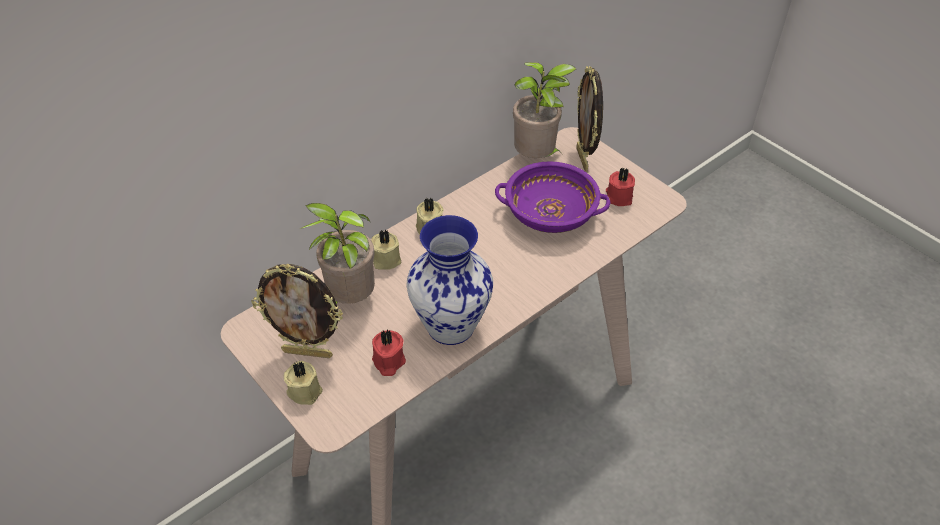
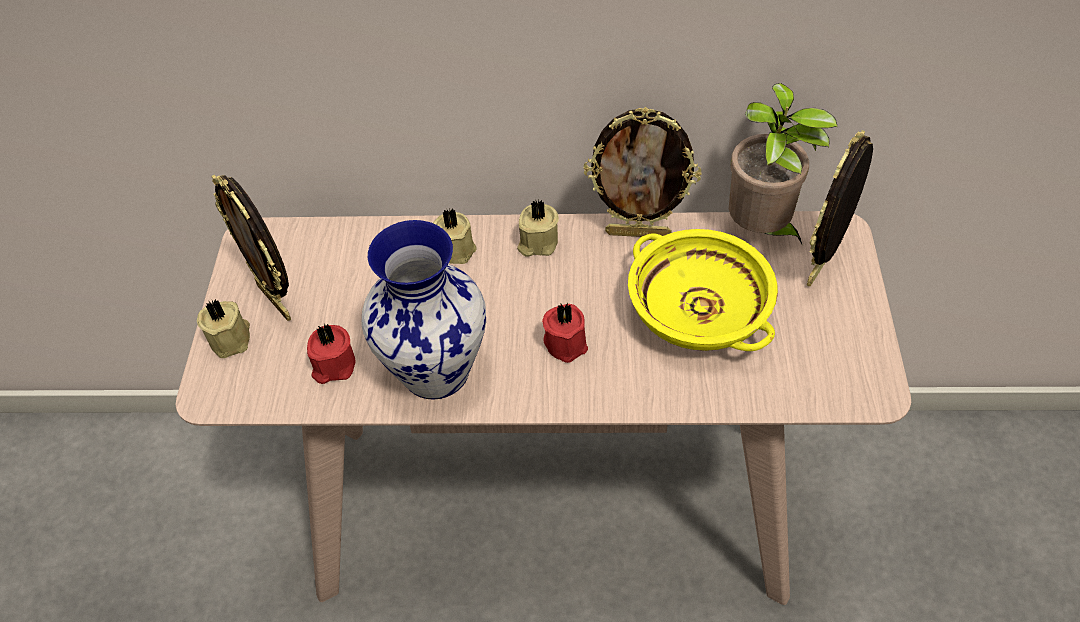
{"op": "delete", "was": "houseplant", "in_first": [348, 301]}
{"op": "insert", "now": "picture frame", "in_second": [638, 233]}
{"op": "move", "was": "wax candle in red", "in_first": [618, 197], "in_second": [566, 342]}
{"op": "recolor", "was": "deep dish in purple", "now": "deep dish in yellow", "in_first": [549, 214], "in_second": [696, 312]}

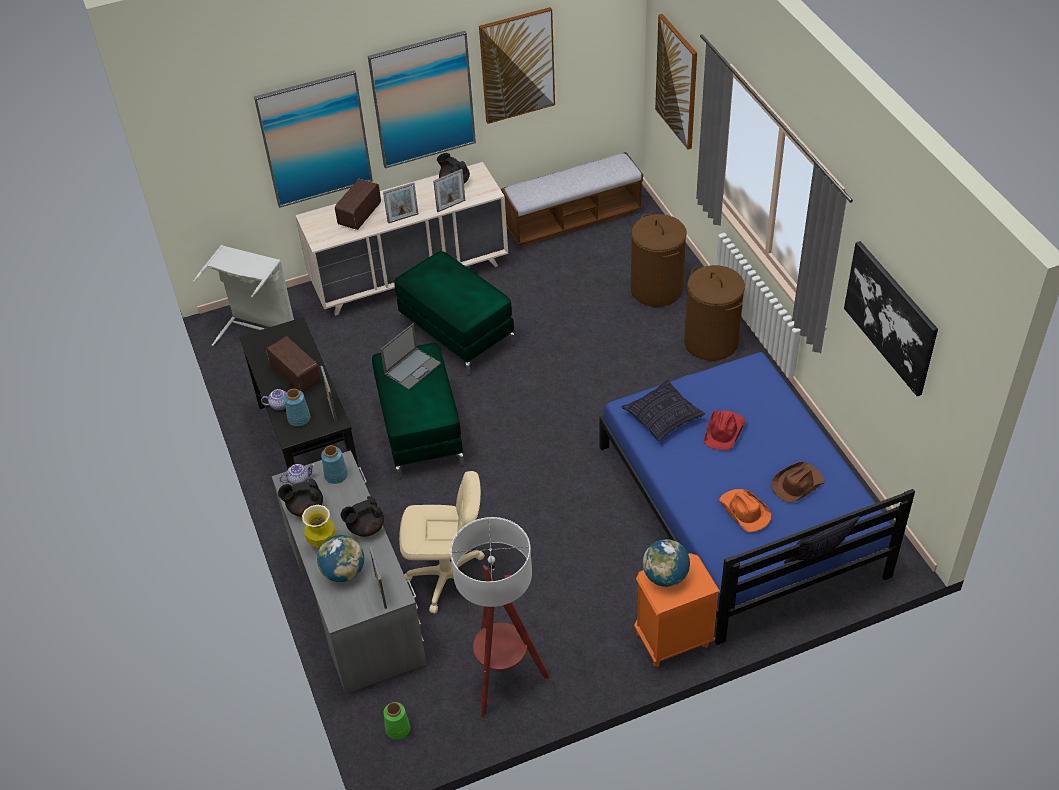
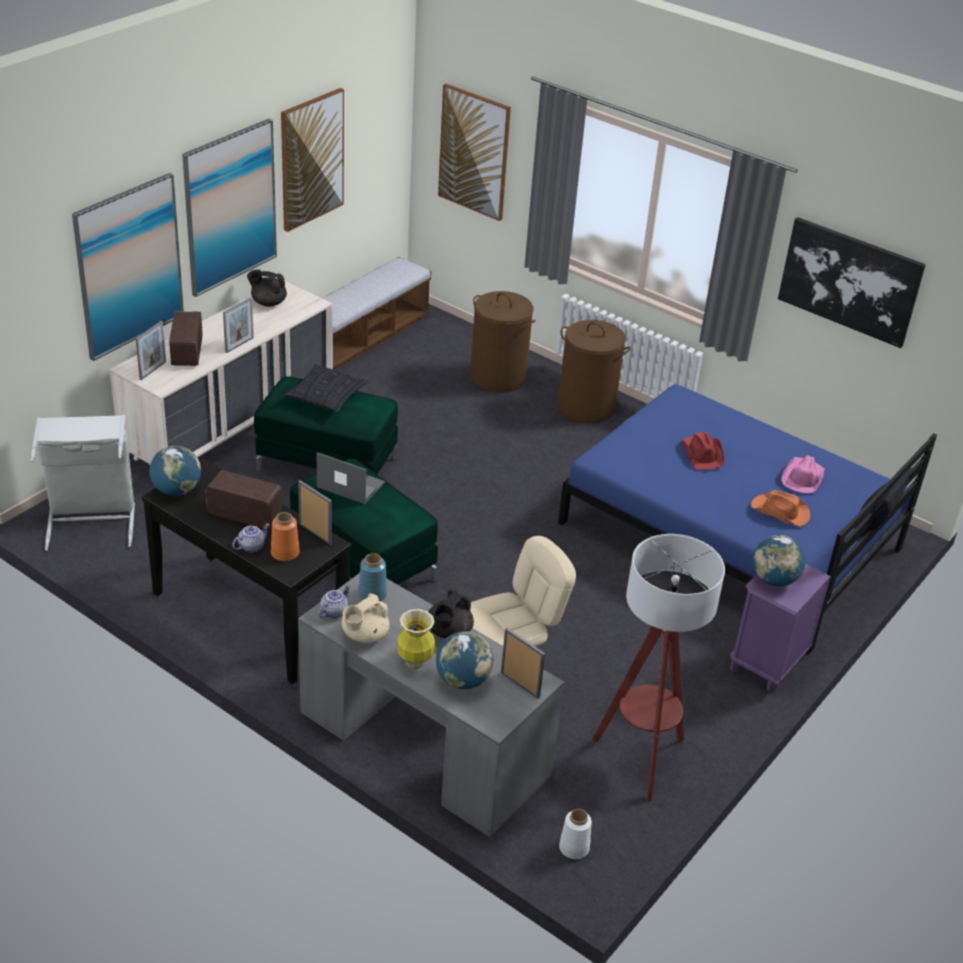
{"op": "insert", "now": "desk globe", "in_second": [176, 490]}
{"op": "move", "was": "picture frame", "in_first": [451, 206], "in_second": [153, 370]}
{"op": "move", "was": "cushion", "in_first": [662, 417], "in_second": [326, 397]}
{"op": "recolor", "was": "pot for tea in black-coloured", "now": "pot for tea in beige-coloured", "in_first": [305, 508], "in_second": [364, 635]}
{"op": "recolor", "was": "flower vase in blue-coloured", "now": "flower vase in orangey", "in_first": [299, 418], "in_second": [285, 552]}
{"op": "recolor", "was": "flower vase in green-coloured", "now": "flower vase in white-coloured", "in_first": [397, 729], "in_second": [574, 848]}
{"op": "recolor", "was": "nightstand in orangey", "now": "nightstand in purple", "in_first": [672, 640], "in_second": [767, 664]}
{"op": "recolor", "was": "clothing hat in brown", "now": "clothing hat in pink", "in_first": [796, 484], "in_second": [802, 477]}
{"op": "rotate", "was": "laptop", "in_first": [413, 368], "in_second": [350, 485], "clockwise": -75}

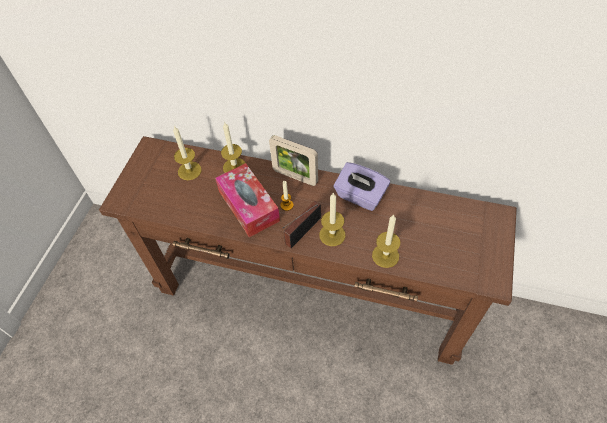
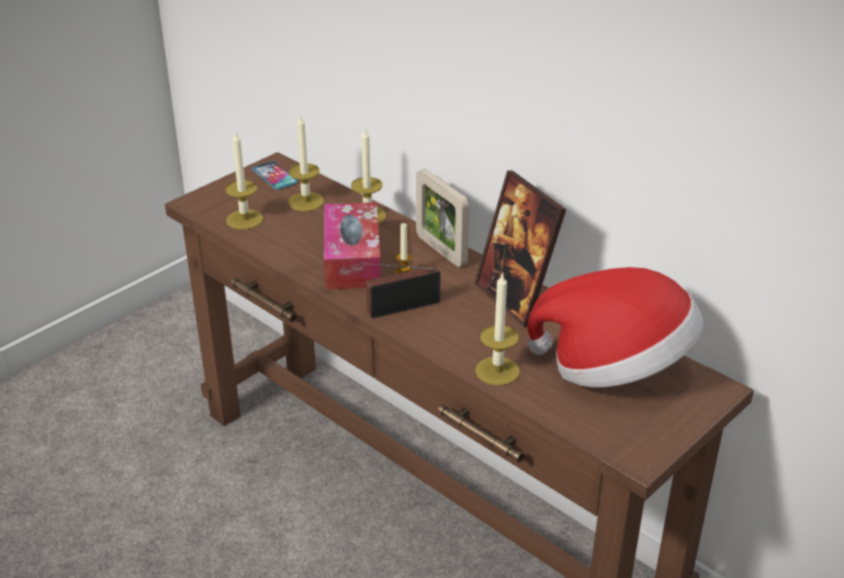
{"op": "insert", "now": "handset", "in_second": [275, 176]}
{"op": "insert", "now": "clothing hat", "in_second": [615, 367]}
{"op": "move", "was": "wax candle", "in_first": [332, 235], "in_second": [244, 219]}
{"op": "replace", "was": "box of tissues in purple", "now": "picture frame", "in_first": [360, 196], "in_second": [515, 299]}

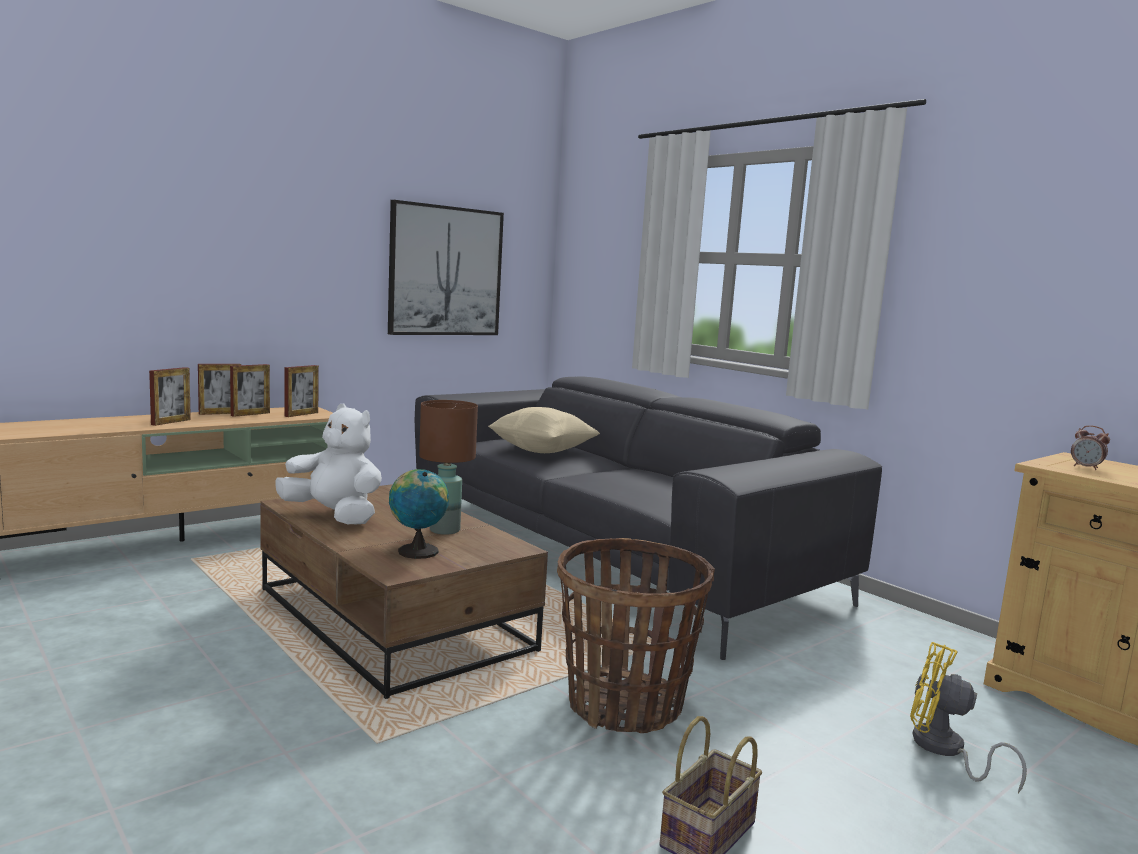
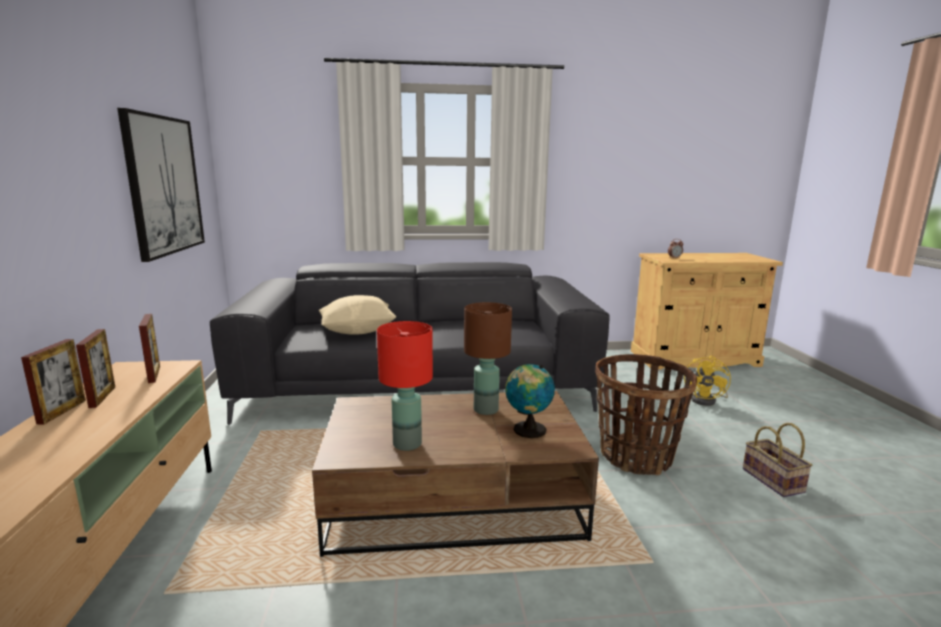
{"op": "delete", "was": "picture frame", "in_first": [171, 422]}
{"op": "replace", "was": "soft toy in white-coloured", "now": "tabletop lamp in red", "in_first": [334, 516], "in_second": [407, 443]}
{"op": "rotate", "was": "fan in yellow", "in_first": [944, 750], "in_second": [707, 400], "clockwise": -45}

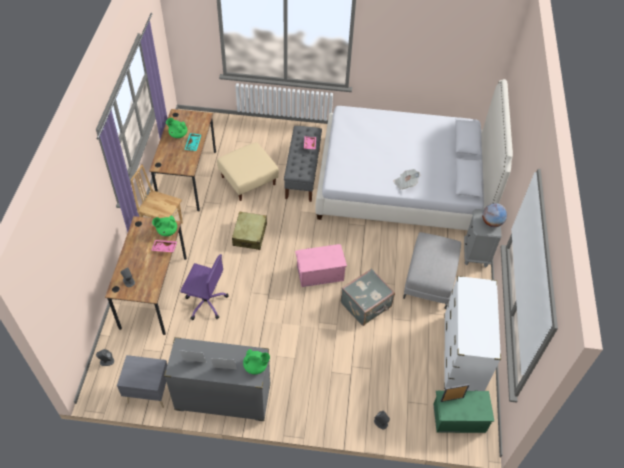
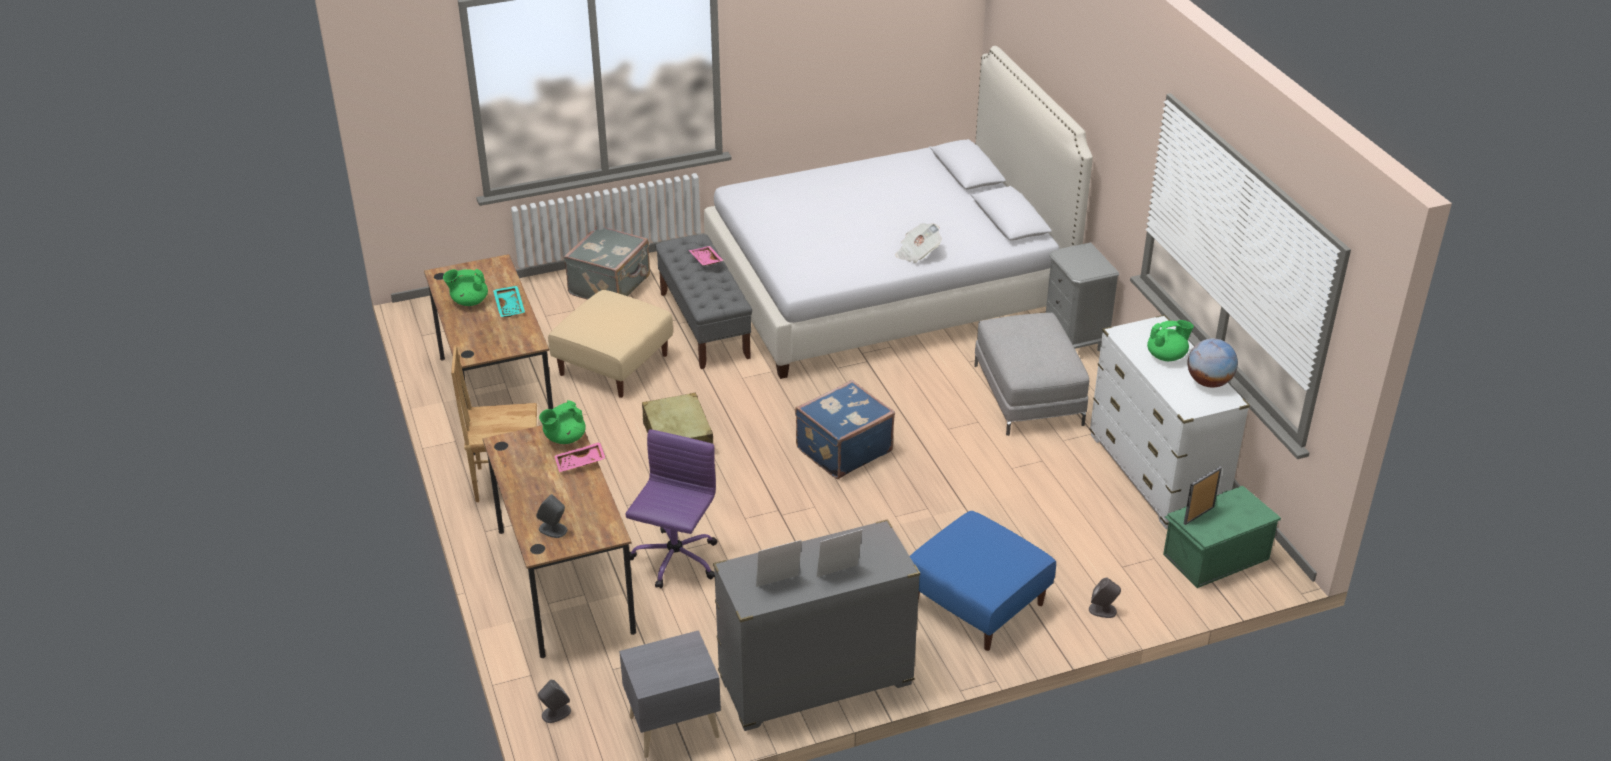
{"op": "insert", "now": "ottoman in blue-coloured", "in_second": [978, 603]}
{"op": "move", "was": "pot for tea in green-coloured", "in_first": [256, 366], "in_second": [1167, 356]}
{"op": "move", "was": "travel case in gray", "in_first": [366, 305], "in_second": [611, 285]}
{"op": "move", "was": "desk globe", "in_first": [491, 222], "in_second": [1208, 382]}
{"op": "replace", "was": "storage box in pink", "now": "travel case in blue-coloured", "in_first": [319, 272], "in_second": [842, 449]}
{"op": "rotate", "was": "computer chair in purple", "in_first": [205, 302], "in_second": [674, 560], "clockwise": -60}

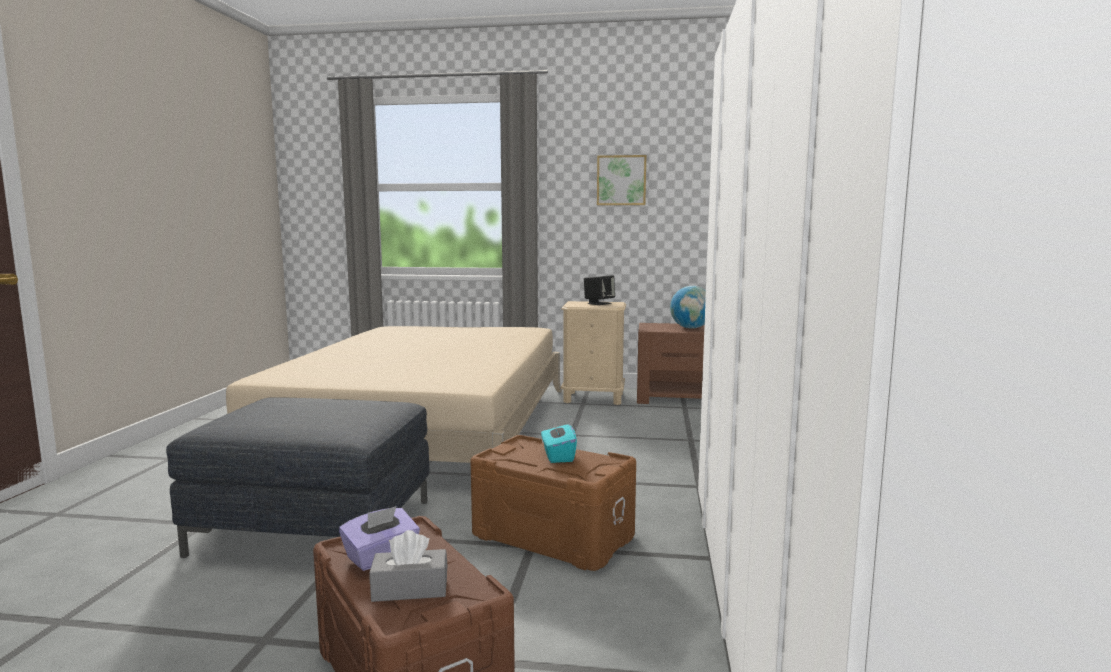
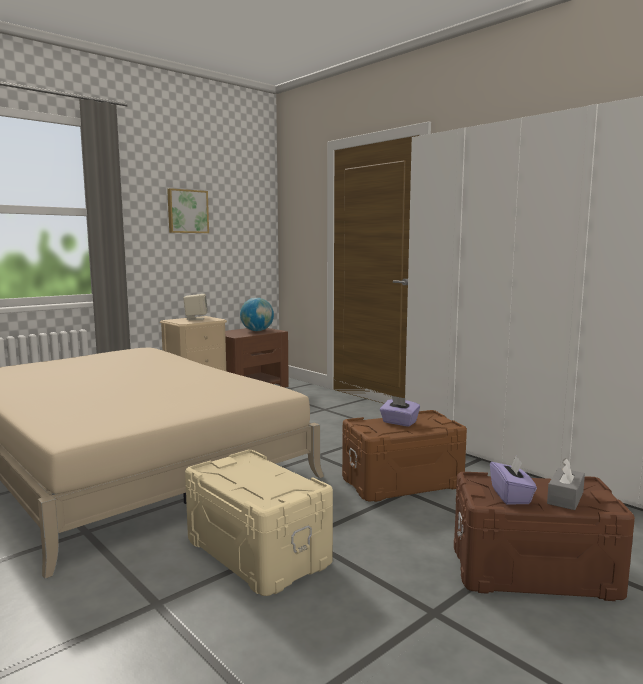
{"op": "replace", "was": "ottoman in gray", "now": "storage box in beige-coloured", "in_first": [315, 526], "in_second": [258, 551]}
{"op": "recolor", "was": "box of tissues in turquoise-coloured", "now": "box of tissues in purple", "in_first": [558, 456], "in_second": [399, 422]}
{"op": "recolor", "was": "audio speaker in black-coloured", "now": "audio speaker in beige-coloured", "in_first": [599, 303], "in_second": [196, 319]}

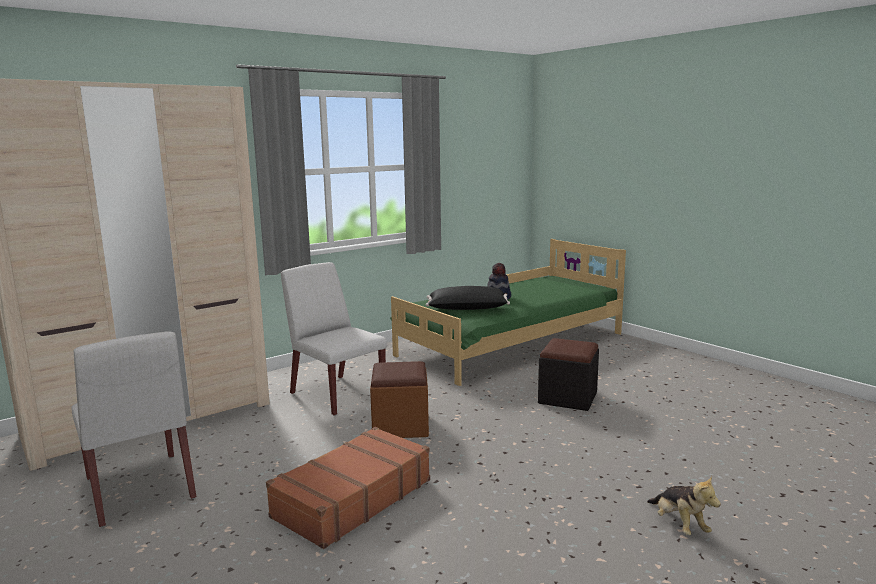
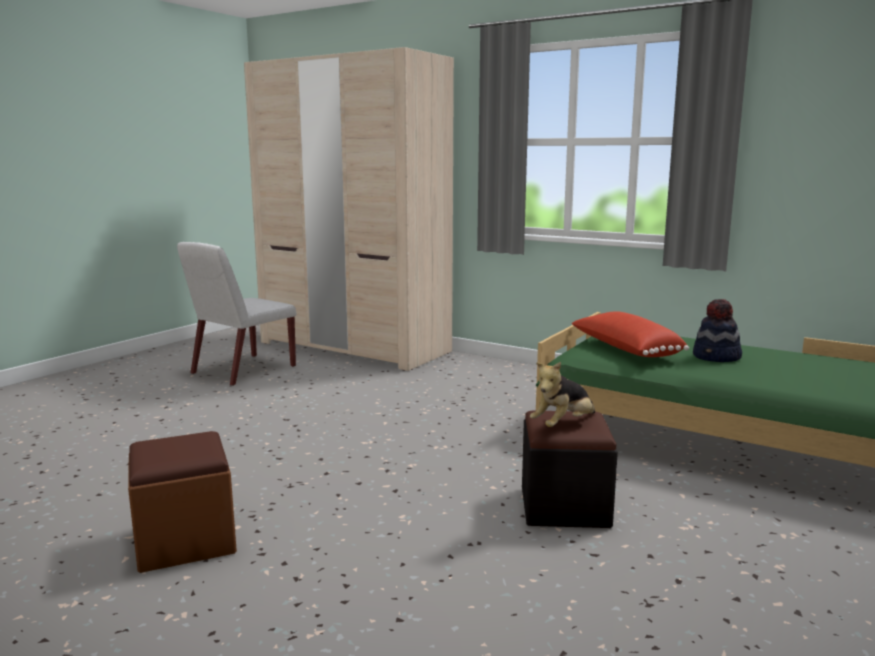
{"op": "delete", "was": "travel case in brown", "in_first": [352, 498]}
{"op": "delete", "was": "chair in white-coloured", "in_first": [336, 394]}
{"op": "move", "was": "ottoman in brown", "in_first": [400, 426], "in_second": [185, 541]}
{"op": "move", "was": "soft toy", "in_first": [679, 525], "in_second": [563, 425]}
{"op": "recolor", "was": "cushion in black-coloured", "now": "cushion in red", "in_first": [467, 310], "in_second": [625, 350]}

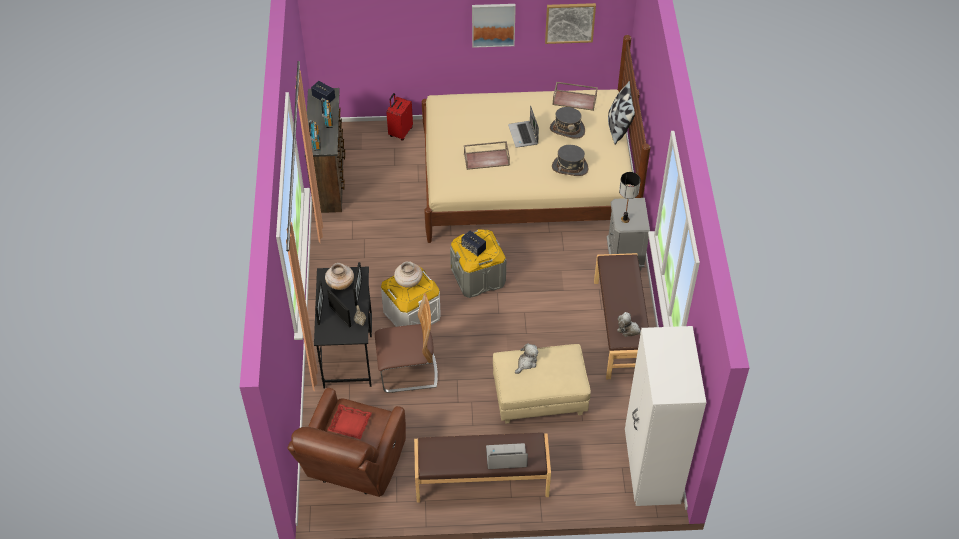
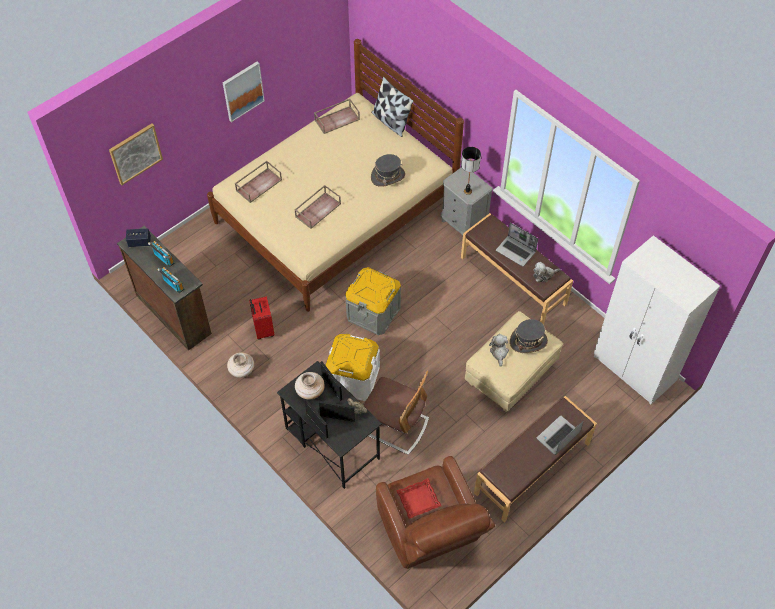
{"op": "delete", "was": "audio speaker", "in_first": [473, 248]}
{"op": "insert", "now": "tray in brown", "in_second": [259, 184]}
{"op": "move", "was": "travel case in red", "in_first": [400, 132], "in_second": [263, 329]}
{"op": "move", "was": "flower vase in beige-coloured", "in_first": [408, 282], "in_second": [242, 370]}
{"op": "move", "was": "laptop", "in_first": [523, 135], "in_second": [516, 251]}
{"op": "move", "was": "picture", "in_first": [570, 22], "in_second": [135, 153]}
{"op": "move", "was": "clothing hat in gray", "in_first": [567, 129], "in_second": [528, 341]}
{"op": "rotate", "was": "chair", "in_first": [408, 371], "in_second": [395, 426], "clockwise": 75}

